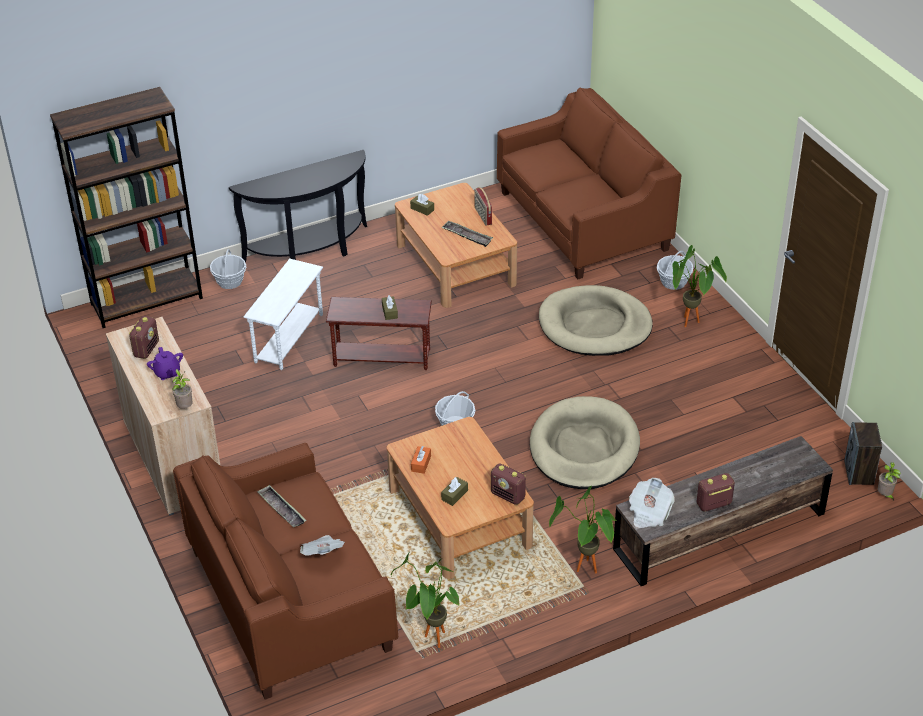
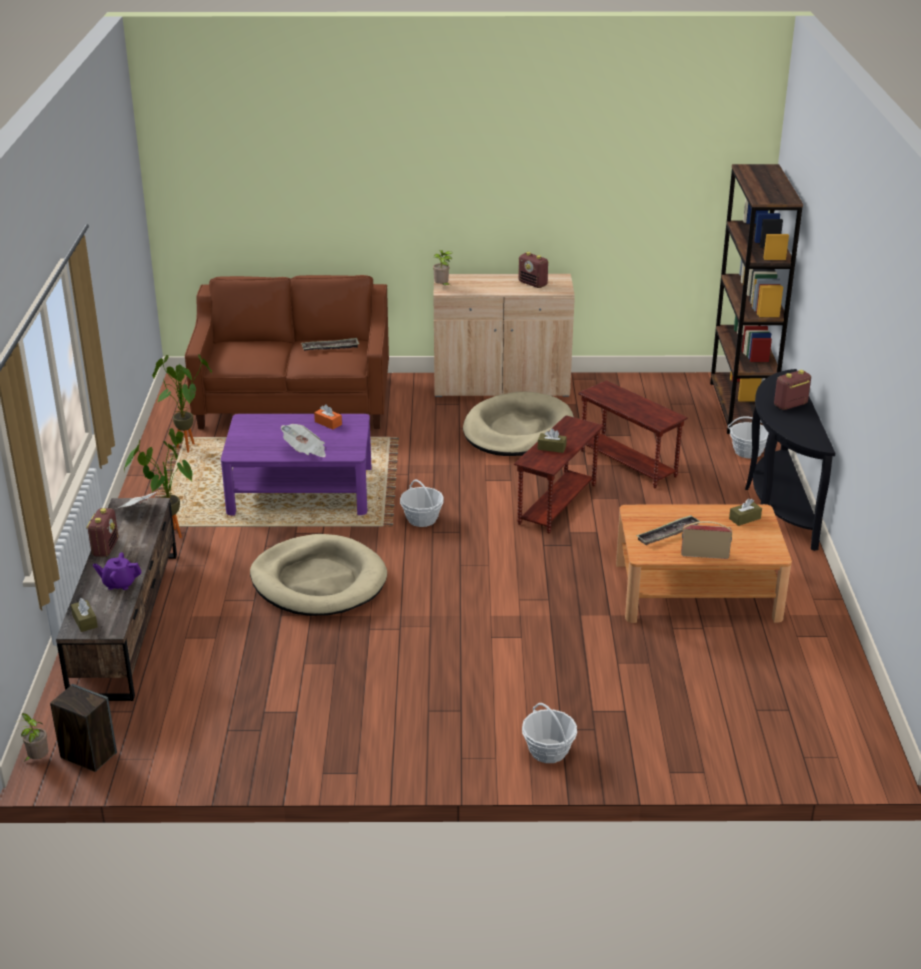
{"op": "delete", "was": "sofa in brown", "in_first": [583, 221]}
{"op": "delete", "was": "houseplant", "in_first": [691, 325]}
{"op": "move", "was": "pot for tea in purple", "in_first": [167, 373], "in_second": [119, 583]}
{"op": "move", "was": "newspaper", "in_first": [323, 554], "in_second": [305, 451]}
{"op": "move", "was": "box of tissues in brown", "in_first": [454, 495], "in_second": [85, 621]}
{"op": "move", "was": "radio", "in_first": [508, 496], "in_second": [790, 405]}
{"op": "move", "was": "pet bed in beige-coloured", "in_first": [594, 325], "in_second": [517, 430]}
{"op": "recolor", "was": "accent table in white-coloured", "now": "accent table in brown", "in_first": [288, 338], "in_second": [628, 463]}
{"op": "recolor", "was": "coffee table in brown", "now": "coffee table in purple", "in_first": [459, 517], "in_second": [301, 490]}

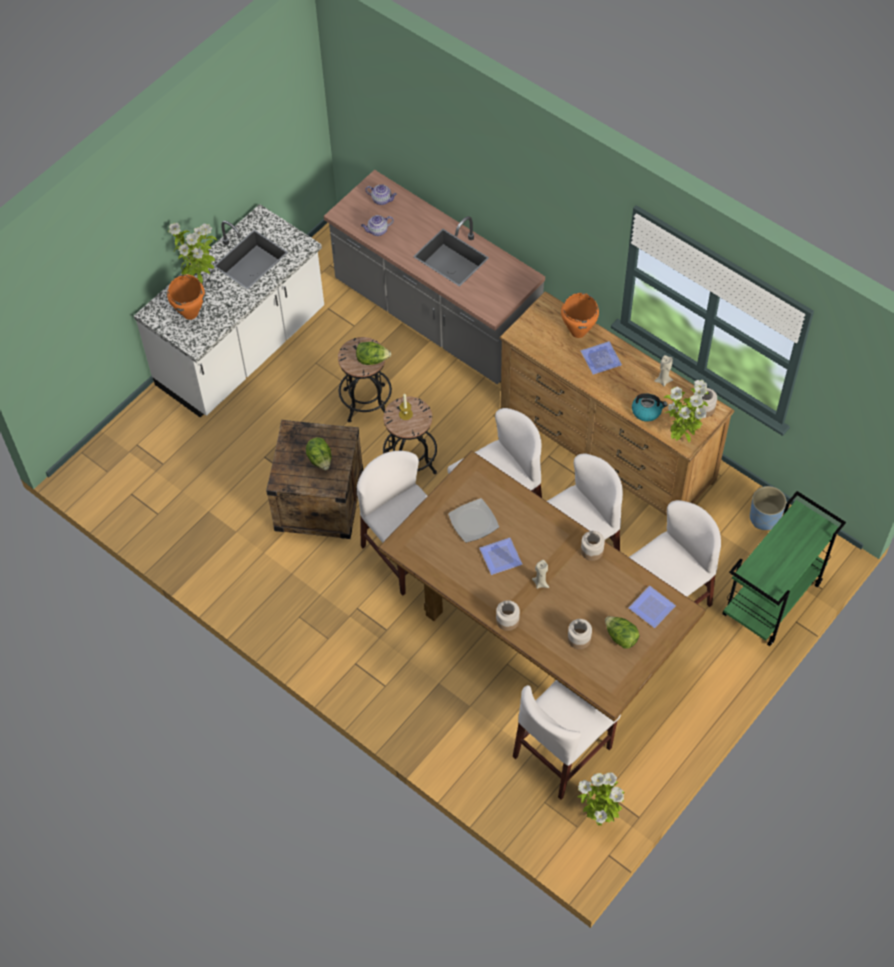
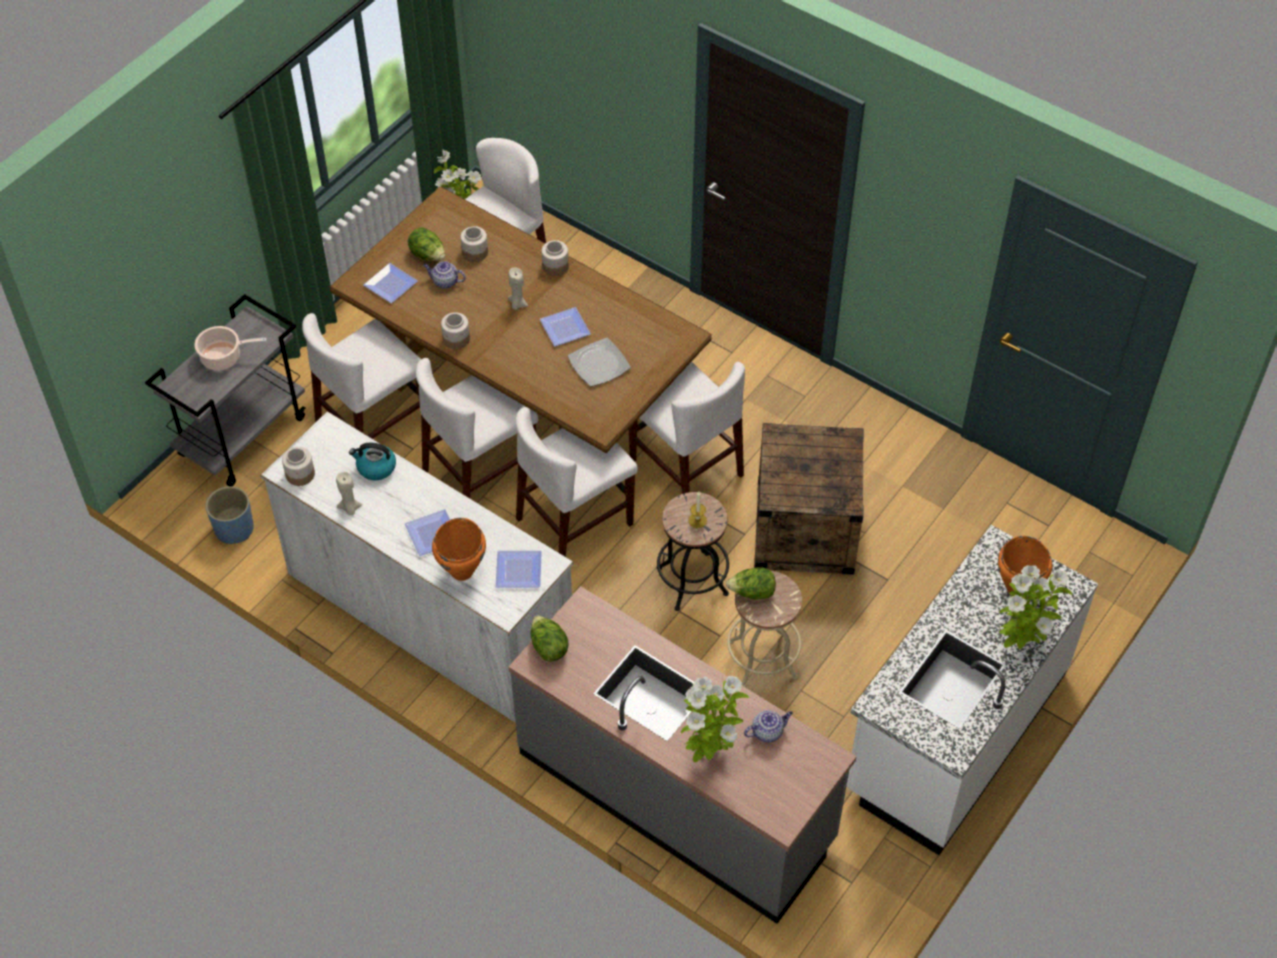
{"op": "insert", "now": "cooking pot", "in_second": [224, 357]}
{"op": "insert", "now": "dinner plate", "in_second": [517, 569]}
{"op": "move", "was": "lettuce head", "in_first": [320, 460], "in_second": [548, 647]}
{"op": "move", "was": "pot for tea", "in_first": [382, 200], "in_second": [444, 282]}
{"op": "move", "was": "houseplant", "in_first": [682, 436], "in_second": [708, 753]}
{"op": "recolor", "was": "sitting stool in black-coloured", "now": "sitting stool in beige-coloured", "in_first": [366, 403], "in_second": [762, 659]}
{"op": "recolor", "was": "dresser in brown", "now": "dresser in white-coloured", "in_first": [607, 444], "in_second": [429, 614]}
{"op": "recolor", "was": "trolley in green-coloured", "now": "trolley in gray", "in_first": [772, 600], "in_second": [243, 435]}

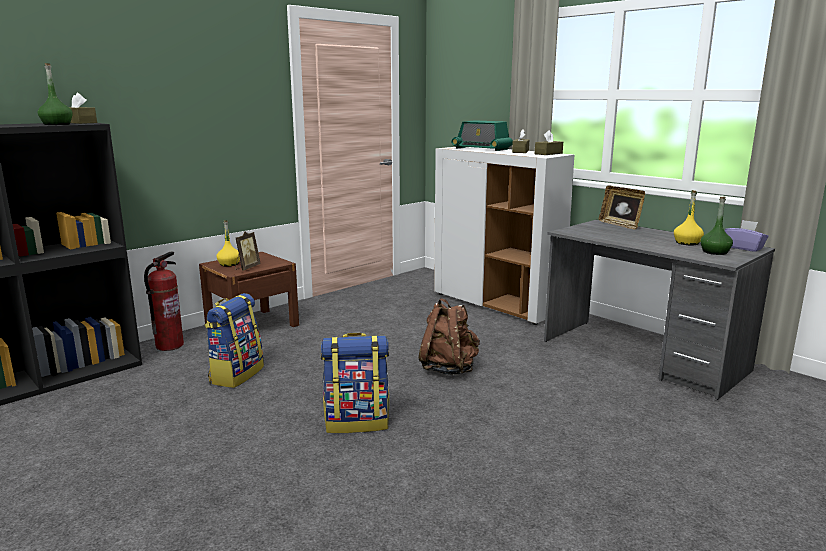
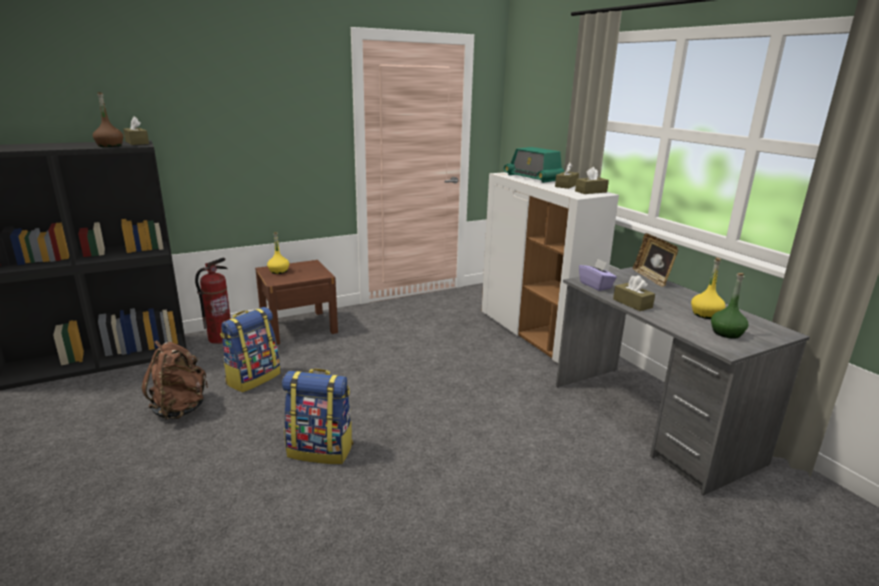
{"op": "delete", "was": "picture frame", "in_first": [247, 268]}
{"op": "insert", "now": "box of tissues in brown", "in_second": [632, 303]}
{"op": "move", "was": "backpack in brown", "in_first": [448, 369], "in_second": [180, 409]}
{"op": "move", "was": "box of tissues in purple", "in_first": [744, 248], "in_second": [596, 285]}
{"op": "recolor", "was": "bottle in green-coloured", "now": "bottle in brown", "in_first": [57, 124], "in_second": [110, 146]}

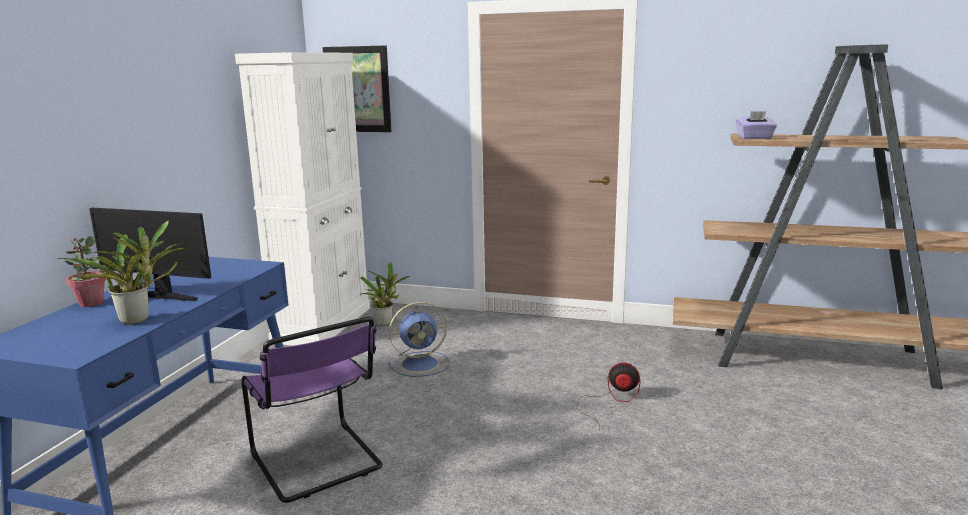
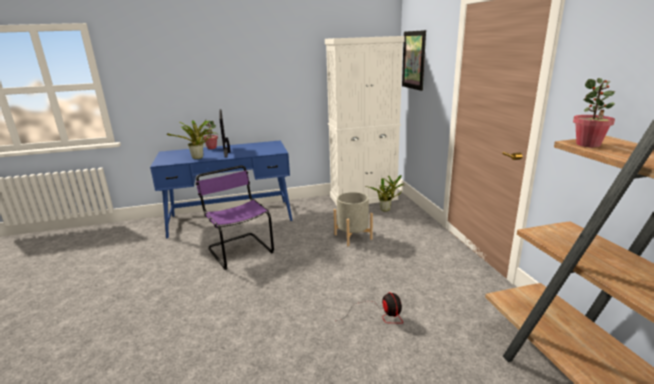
{"op": "replace", "was": "fan in blue-coloured", "now": "plant pot in gray", "in_first": [421, 364], "in_second": [353, 236]}
{"op": "replace", "was": "box of tissues in purple", "now": "houseplant", "in_first": [755, 138], "in_second": [588, 144]}
{"op": "rotate", "was": "chair in purple", "in_first": [318, 463], "in_second": [239, 250], "clockwise": 120}

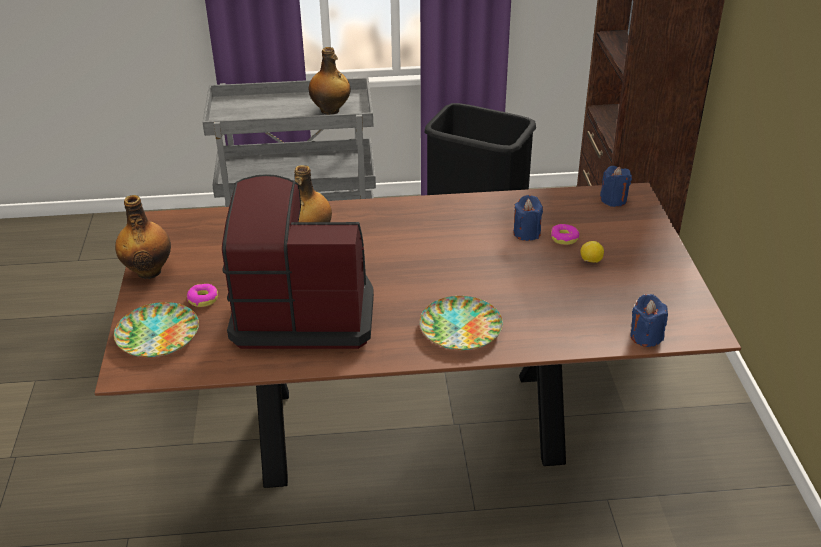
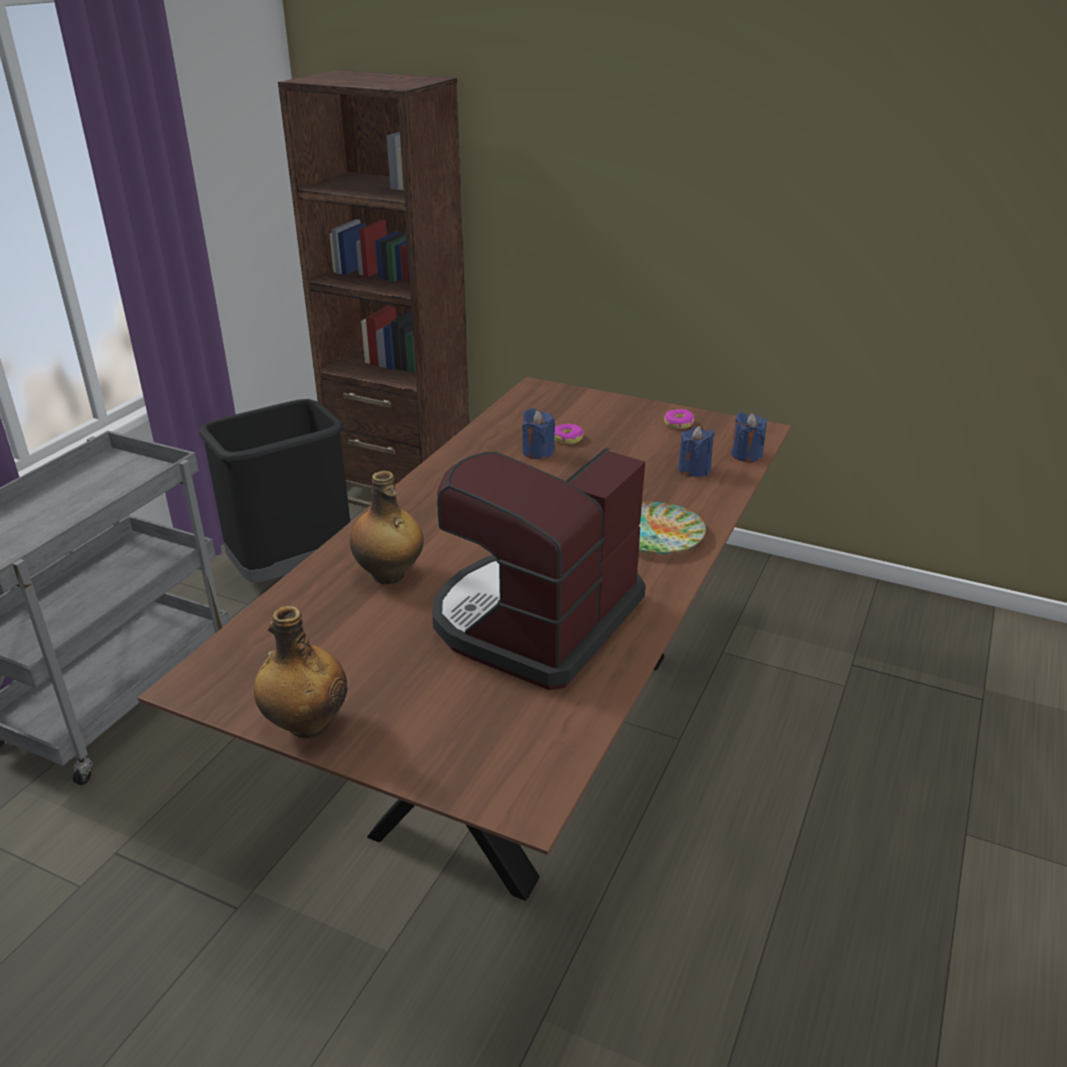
{"op": "delete", "was": "dinner plate", "in_first": [157, 335]}
{"op": "delete", "was": "bottle", "in_first": [330, 110]}
{"op": "delete", "was": "citrus fruit", "in_first": [590, 261]}
{"op": "move", "was": "ring doughnut", "in_first": [203, 299], "in_second": [678, 424]}
{"op": "move", "was": "wax candle in blue-coloured", "in_first": [613, 200], "in_second": [694, 470]}

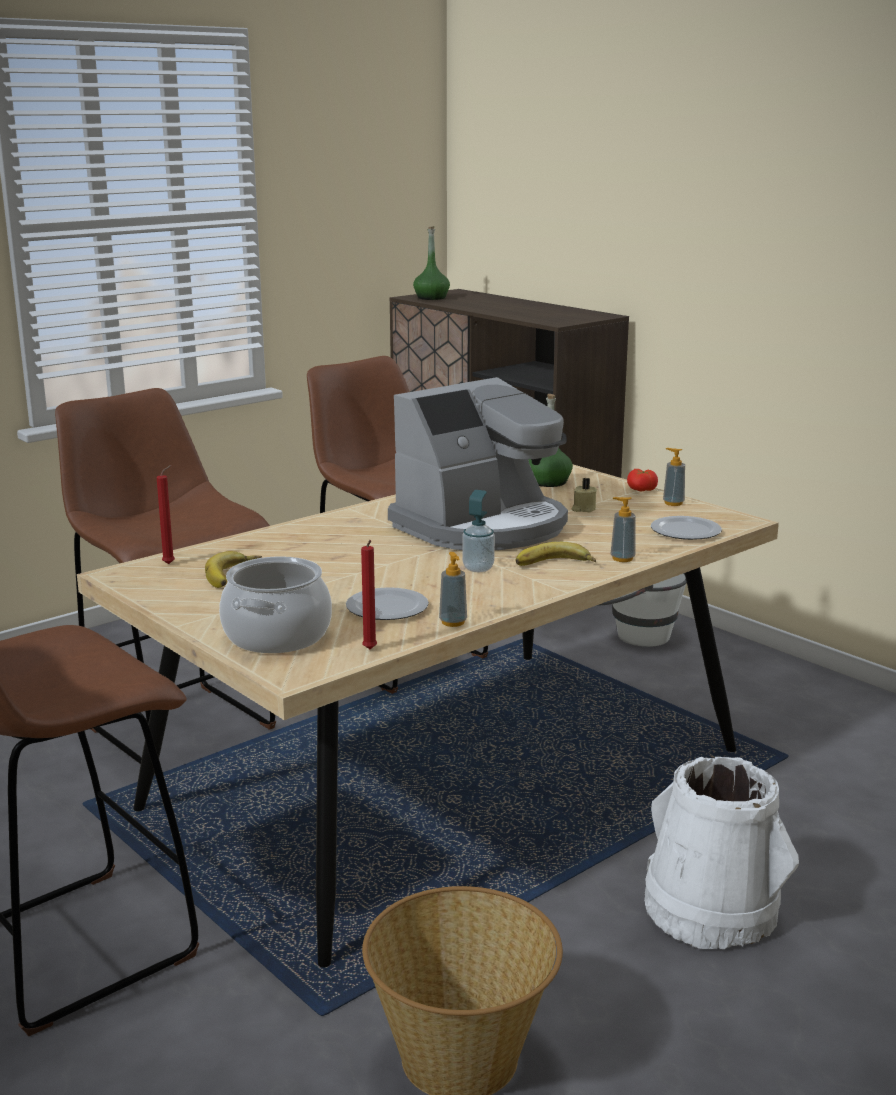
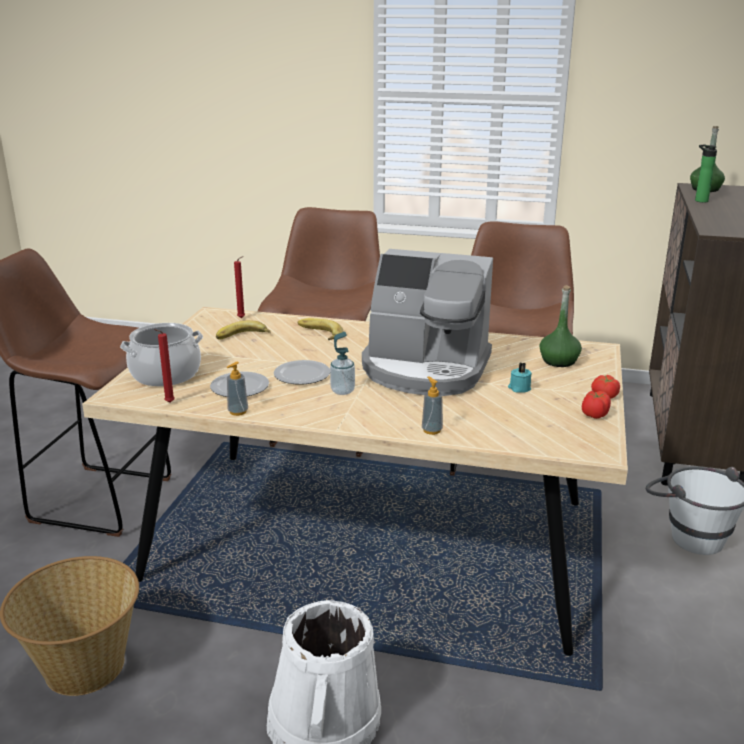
{"op": "insert", "now": "bottle", "in_second": [699, 200]}
{"op": "move", "was": "whole banana", "in_first": [555, 565], "in_second": [318, 334]}
{"op": "move", "was": "dinner plate", "in_first": [685, 531], "in_second": [303, 374]}
{"op": "replace", "was": "soap dispenser", "now": "fresh tomato", "in_first": [673, 503], "in_second": [594, 415]}
{"op": "recolor", "was": "wax candle in beige-coloured", "now": "wax candle in turquoise-coloured", "in_first": [583, 509], "in_second": [519, 388]}

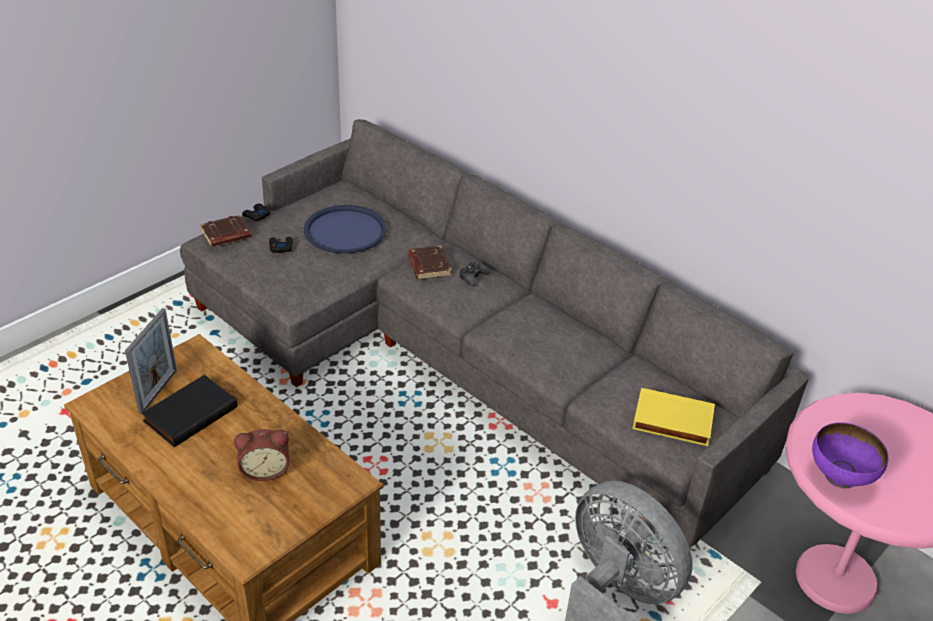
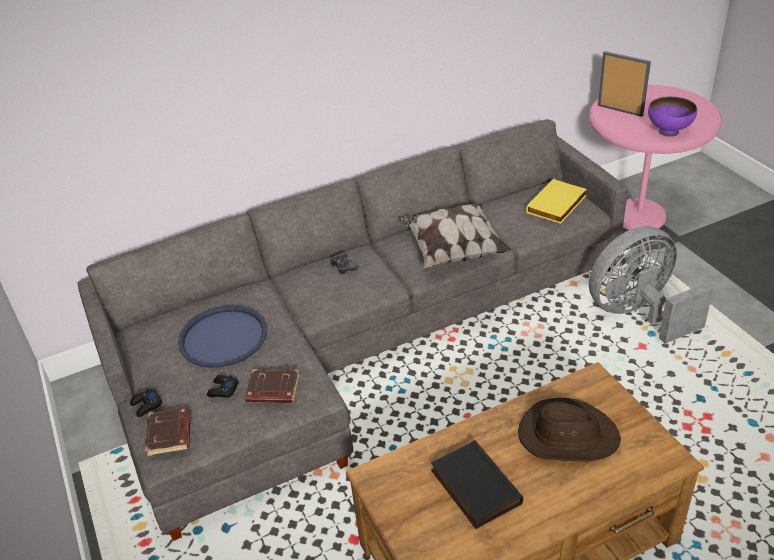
{"op": "insert", "now": "cushion", "in_second": [453, 250]}
{"op": "move", "was": "picture frame", "in_first": [158, 391], "in_second": [620, 110]}
{"op": "move", "was": "book in brown", "in_first": [428, 266], "in_second": [272, 390]}
{"op": "replace", "was": "table clock", "now": "clothing hat in brown", "in_first": [265, 469], "in_second": [567, 436]}

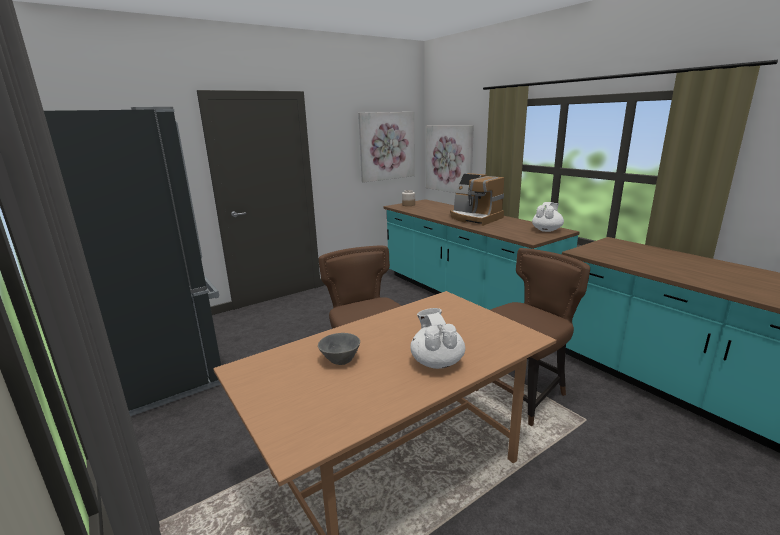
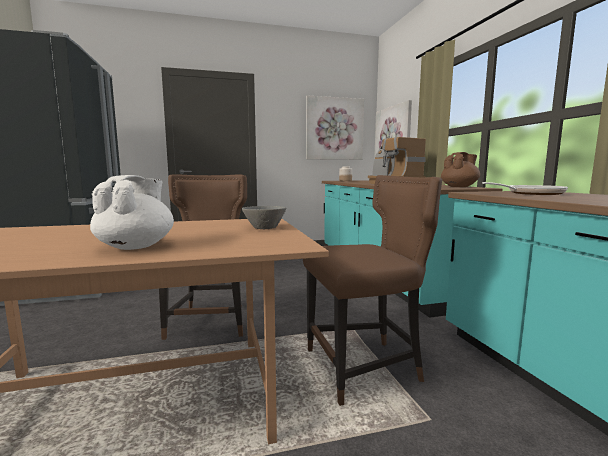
{"op": "insert", "now": "frying pan", "in_second": [531, 194]}
{"op": "move", "was": "deep dish in gray", "in_first": [341, 359], "in_second": [265, 228]}
{"op": "recolor", "was": "pot for tea in white-coloured", "now": "pot for tea in brown", "in_first": [547, 230], "in_second": [459, 187]}

